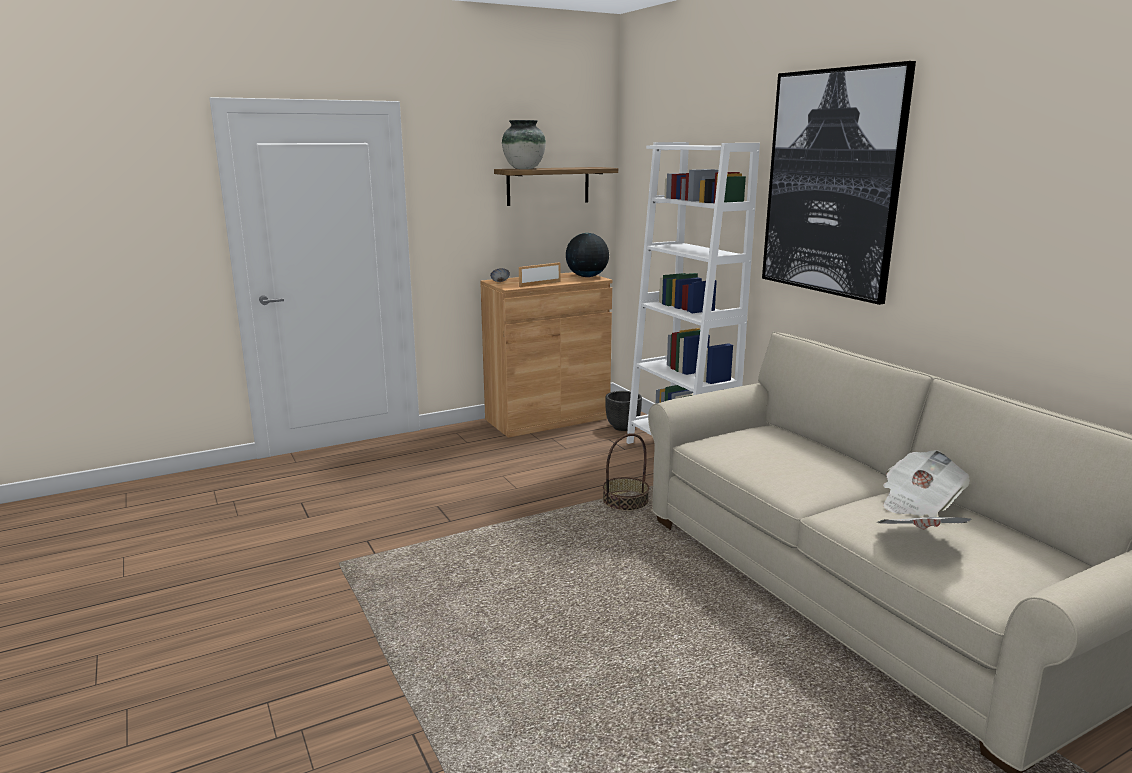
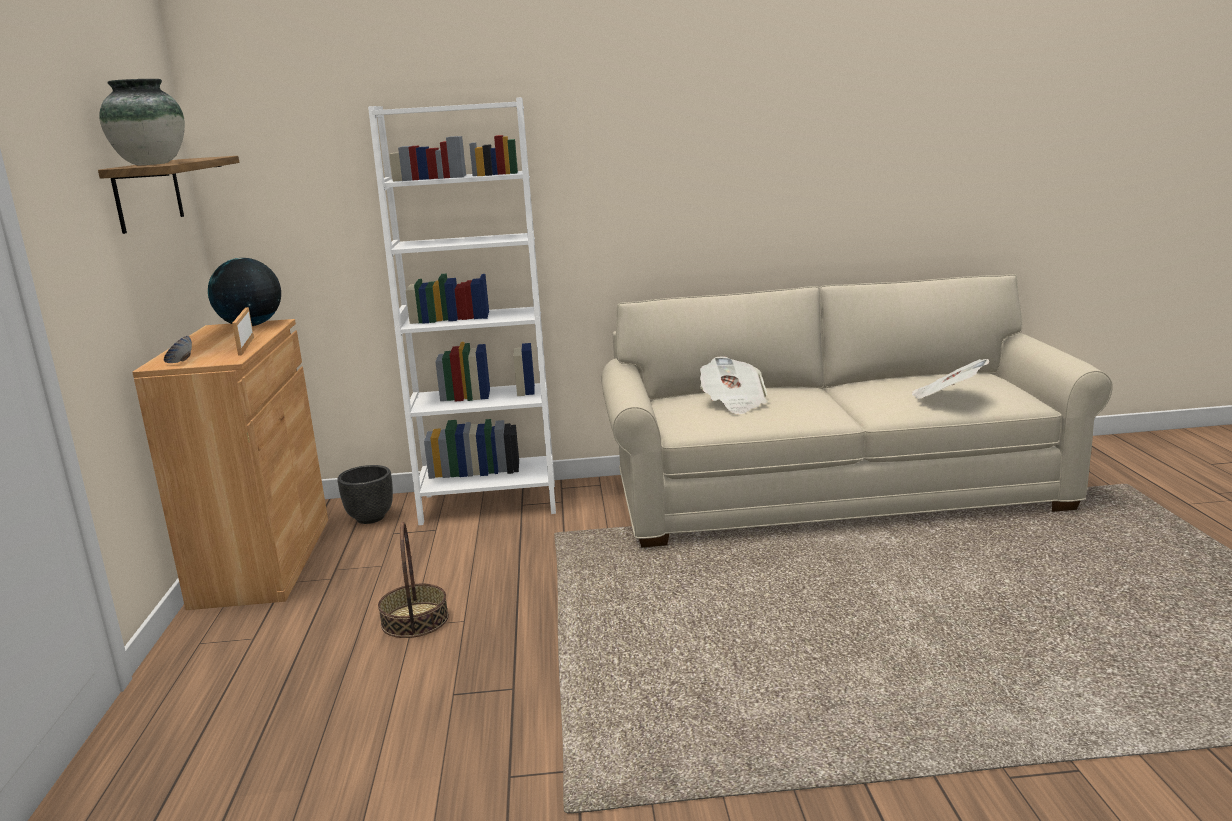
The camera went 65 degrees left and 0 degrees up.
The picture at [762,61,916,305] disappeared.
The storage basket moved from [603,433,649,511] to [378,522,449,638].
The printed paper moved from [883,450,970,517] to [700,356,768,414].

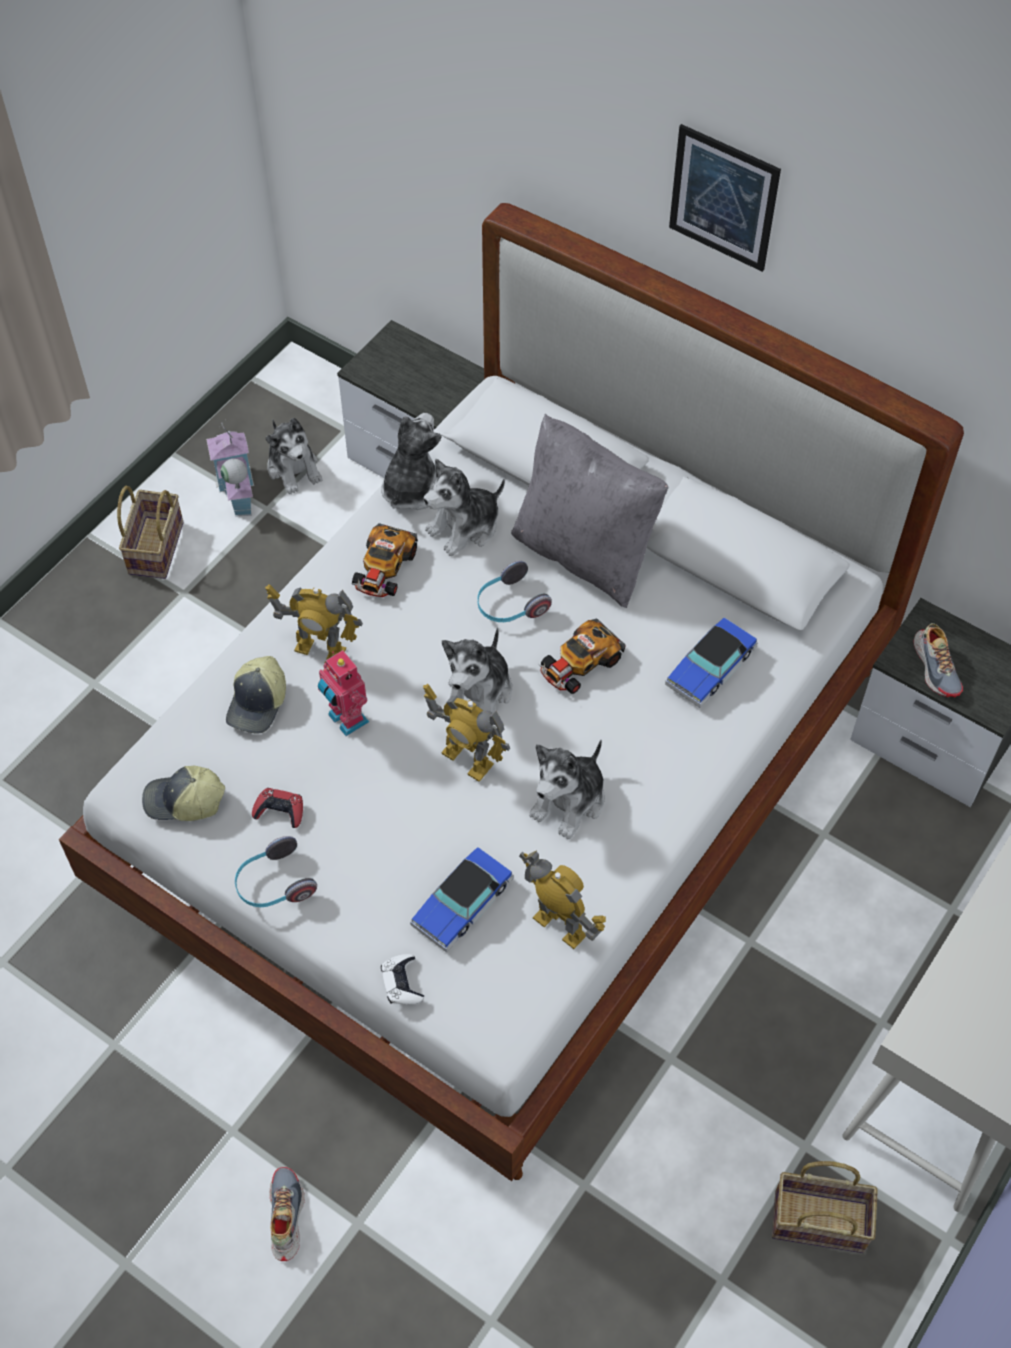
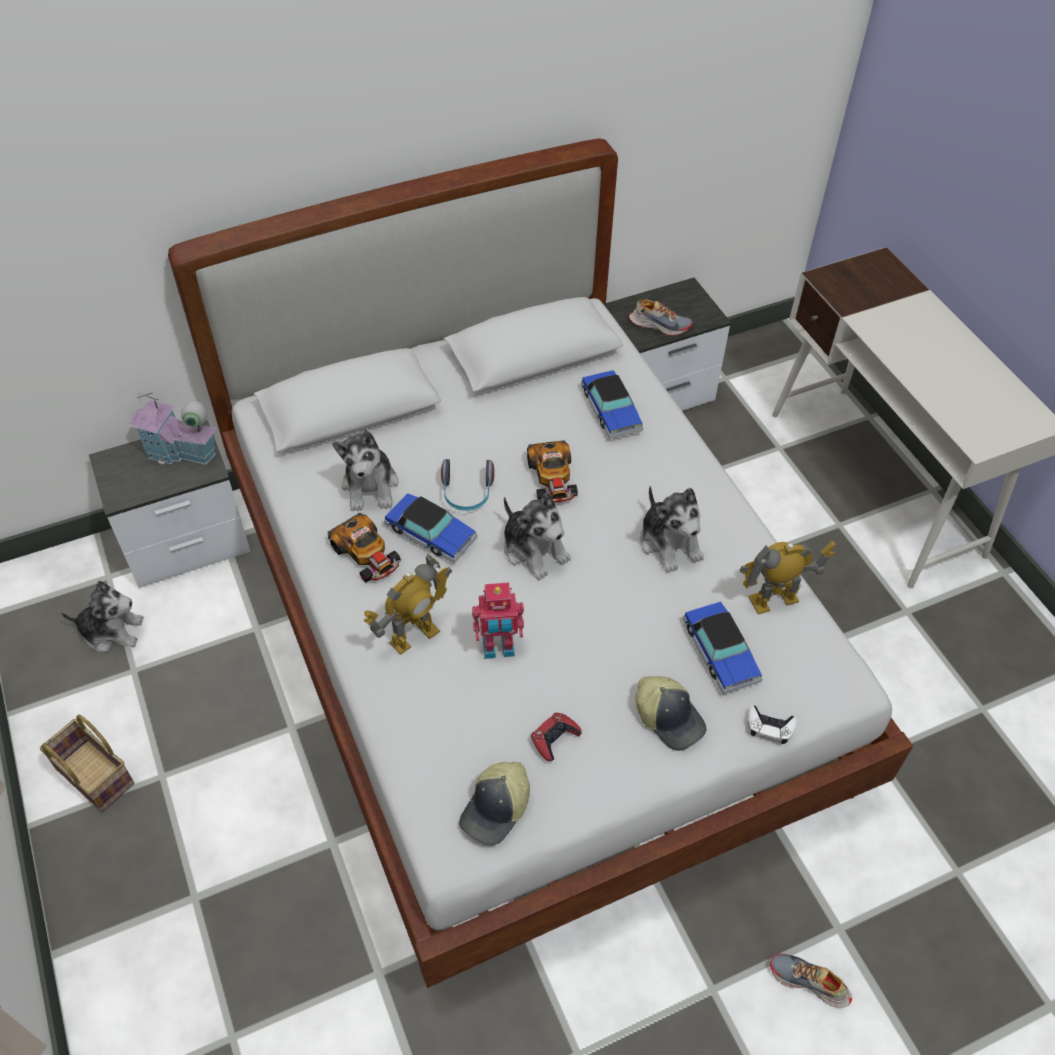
The camera went 60 degrees left and 5 degrees down.
The pair of headphones at [235,836,317,907] disappeared.
The cuddly toy at [381,413,442,510] disappeared.
The robot figure at [423,683,510,782] disappeared.
The cushion/grey at [511,414,669,608] disappeared.
The picture at [669,124,781,272] disappeared.
The storage basket at [772,1161,878,1253] disappeared.
The toy car at [384,493,477,563] appeared.
The model house moved from [206,420,254,516] to [130,392,217,465].
The peaked cap moved from [226,656,286,734] to [636,676,707,751].

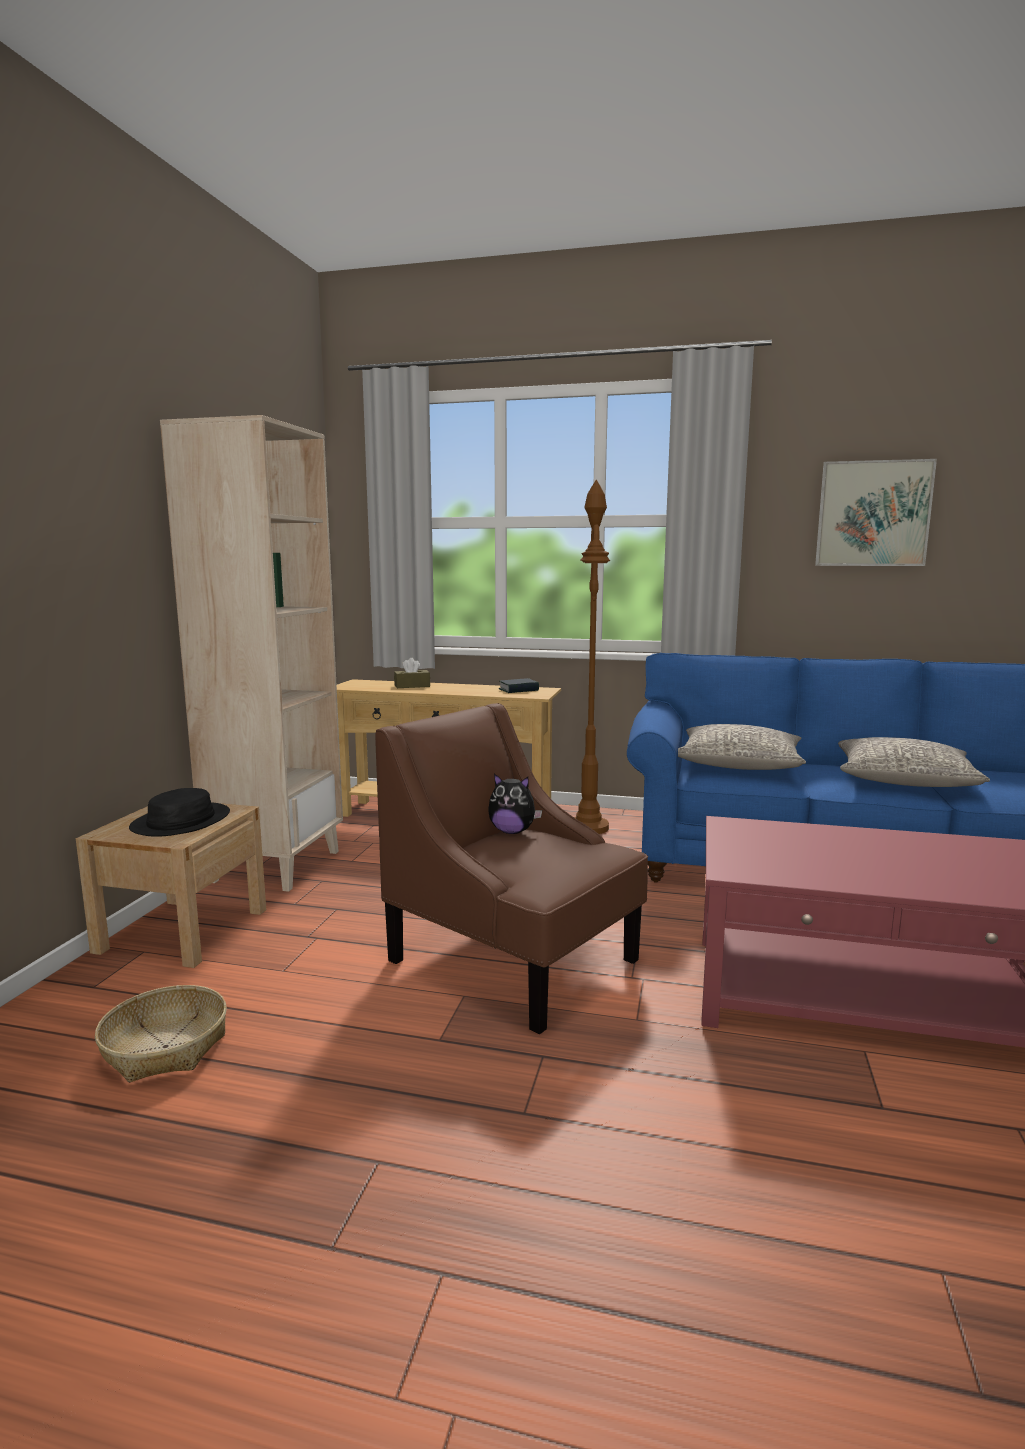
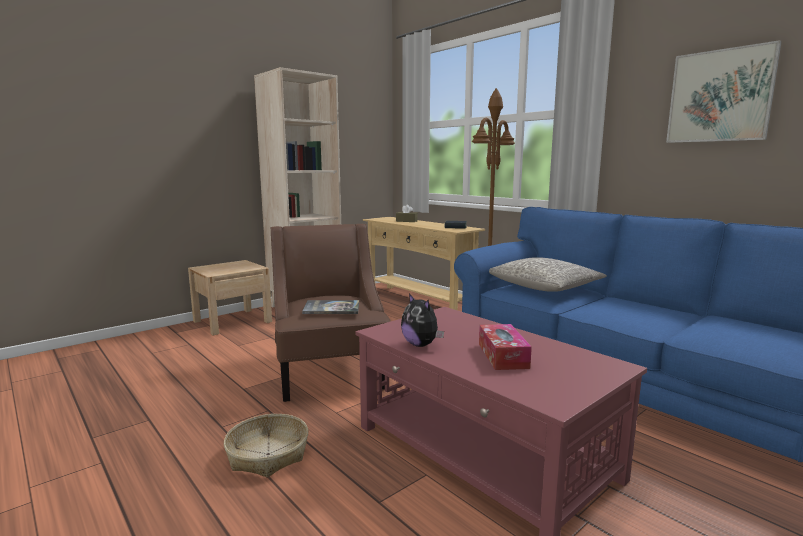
The camera went 35 degrees right and 0 degrees up.
The clothing hat/black at [129,788,230,837] disappeared.
The cushion/grey at [838,737,990,787] disappeared.
The bound book at [302,300,359,314] appeared.
The box of tissues at [479,324,532,370] appeared.
The storage basket moved from [95,985,227,1083] to [224,414,308,477].
The cuddly toy moved from [488,774,542,834] to [401,294,444,347].

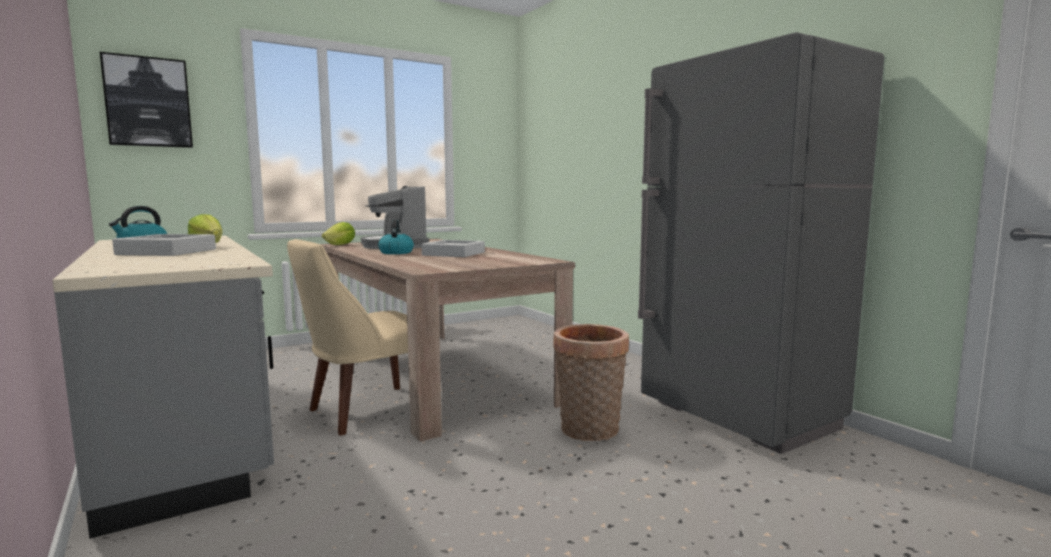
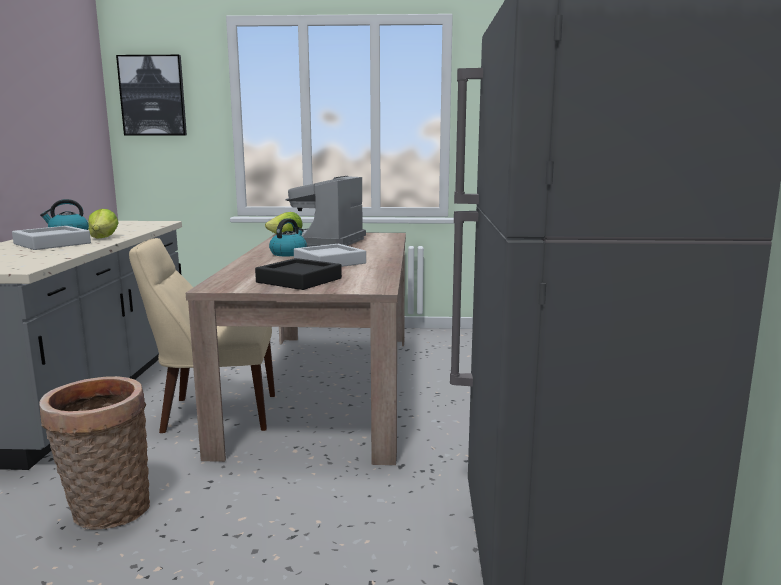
The camera went 35 degrees right and 5 degrees up.
The carrying tray/black at [255,258,342,290] appeared.
The storage basket moved from [553,324,629,441] to [39,376,150,530].

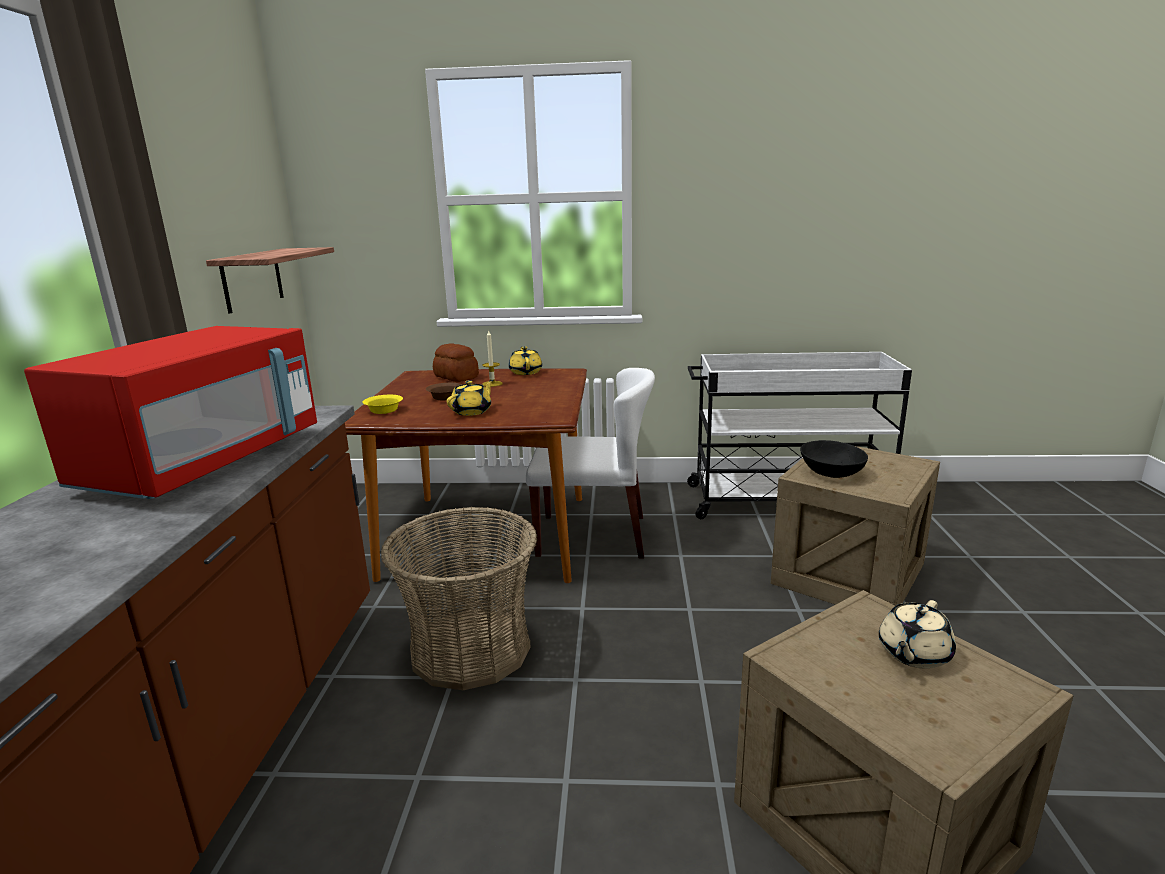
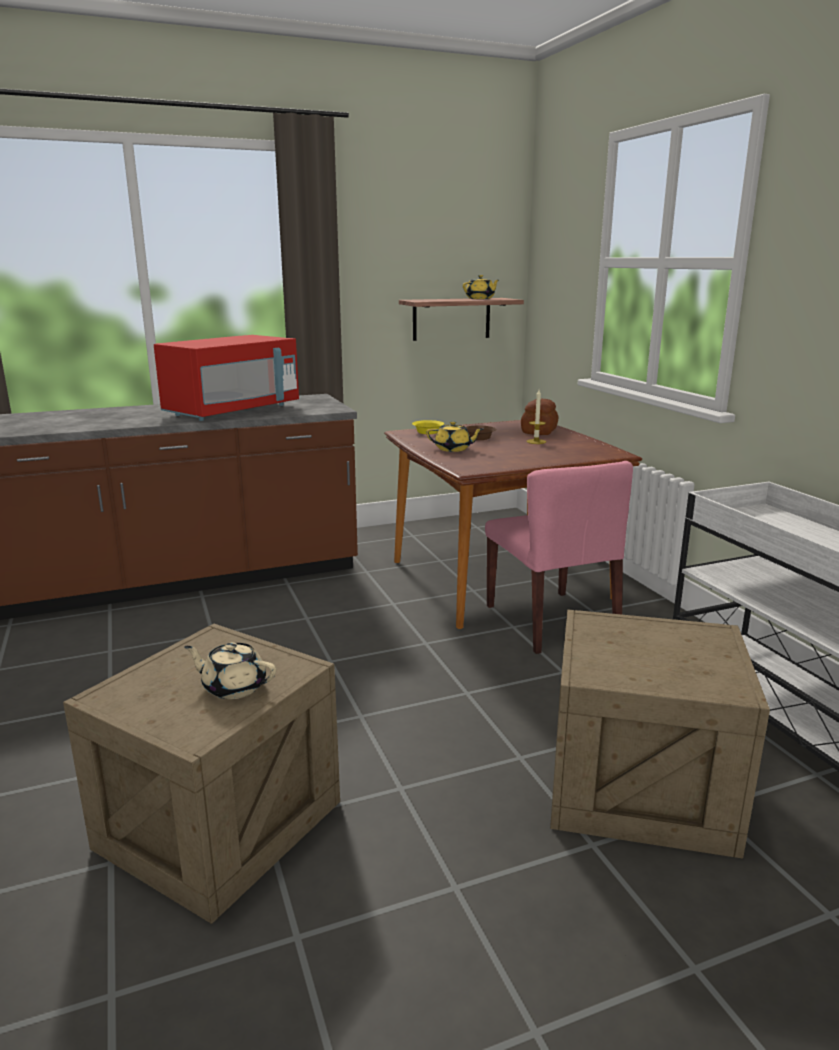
The camera went 65 degrees right and 0 degrees up.
The storage basket at [381,507,537,690] disappeared.
The serving bowl/black at [800,440,868,478] disappeared.
The tea pot/yellow moved from [509,346,542,375] to [463,275,499,299].
The plain chair/whitish at [526,368,655,558] became the plain chair/pinkish at [485,461,633,654].
The microwave oven/reddish at [24,326,317,499] turned 45 degrees counterclockwise.

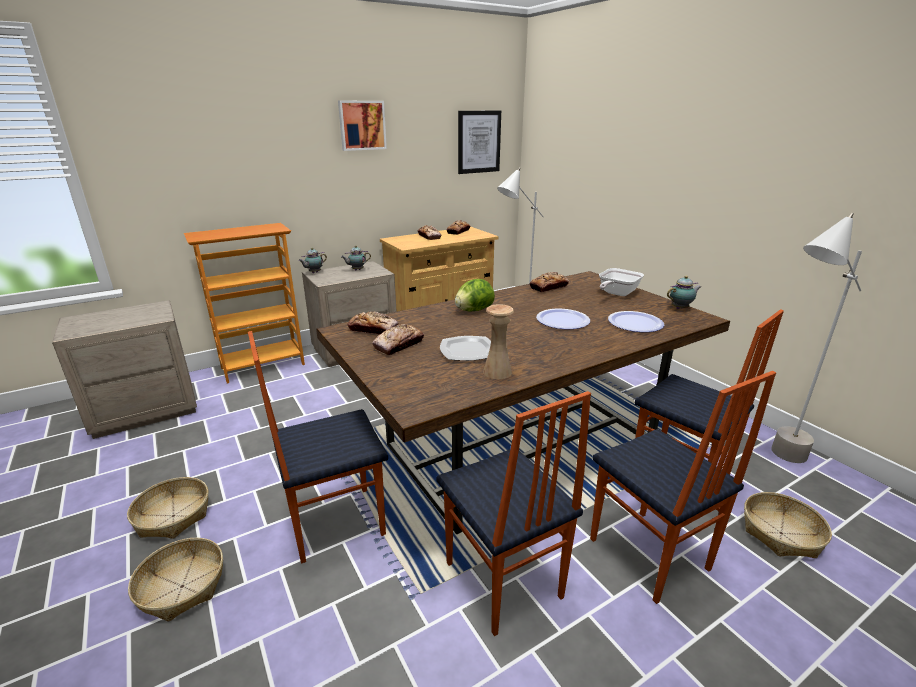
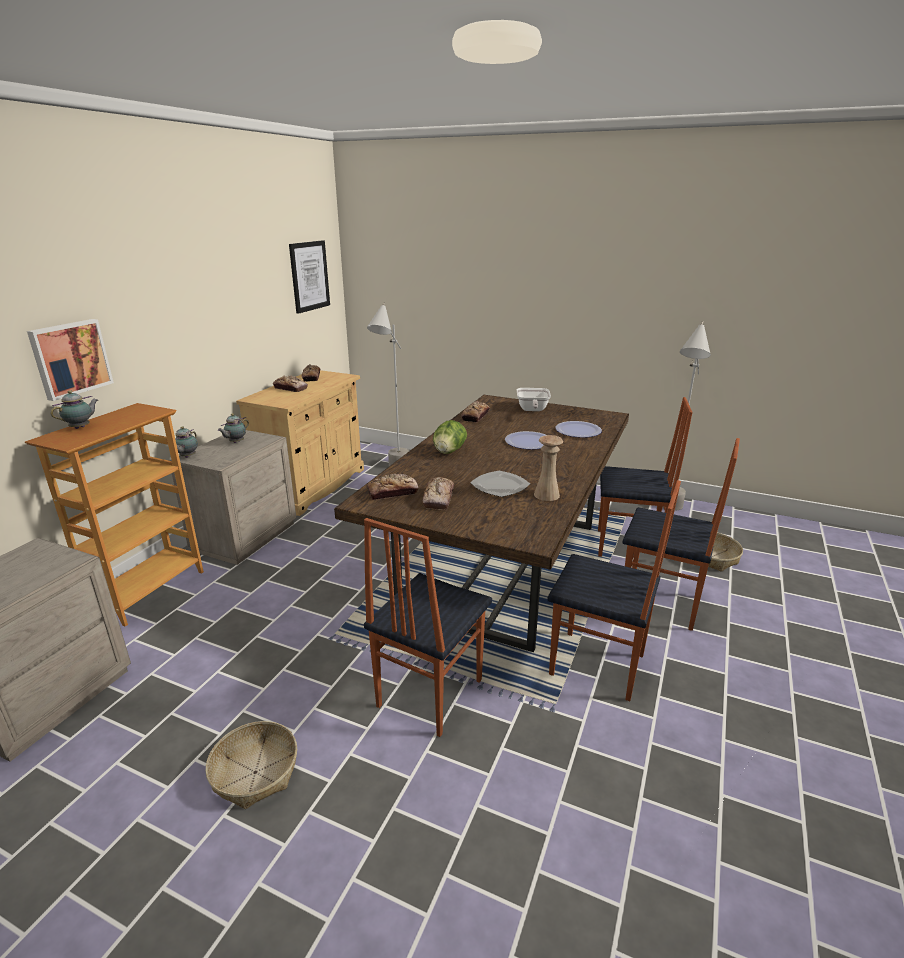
The camera went 35 degrees left and 0 degrees up.
The storage basket at [128,538,223,622] disappeared.
The picture moved from [338,101,387,151] to [27,319,114,401].
The tea pot moved from [667,275,701,309] to [51,391,98,429].

